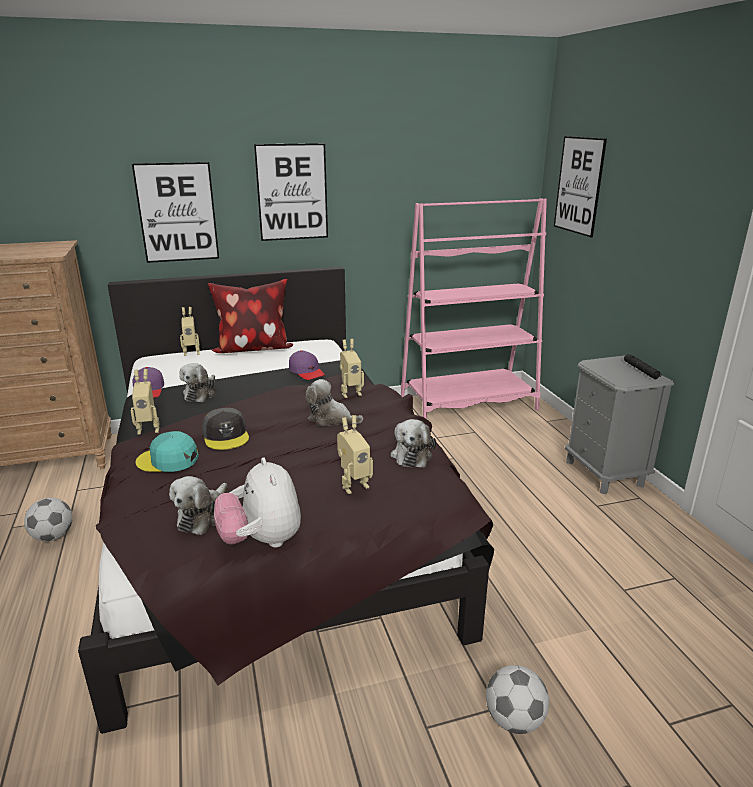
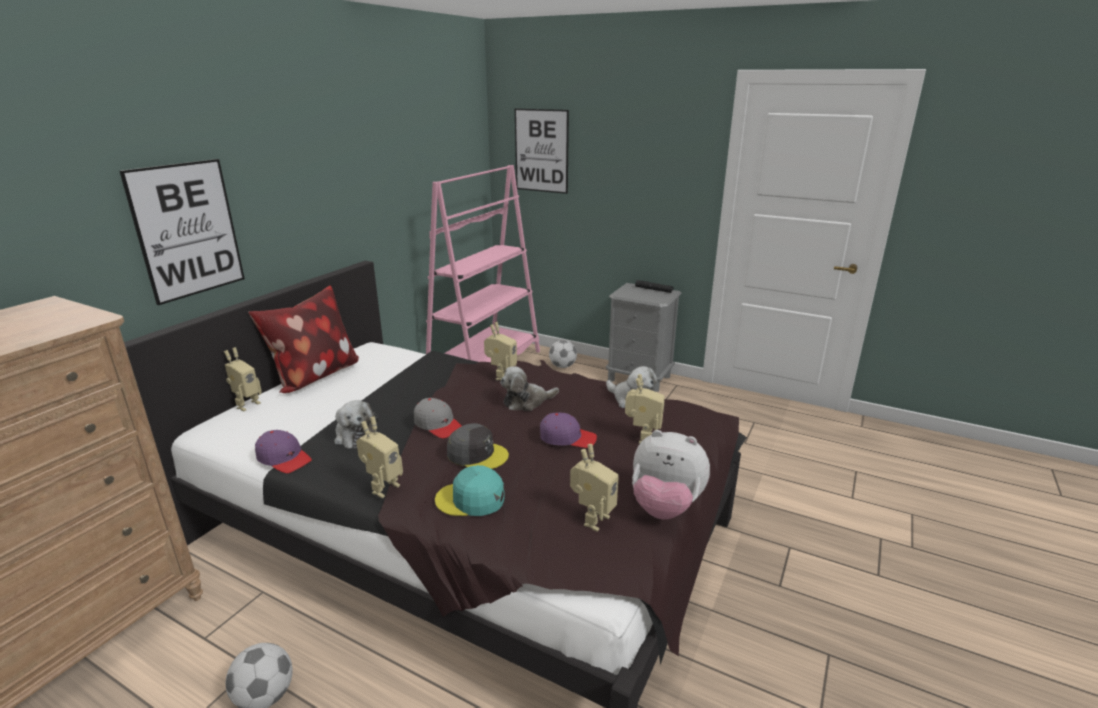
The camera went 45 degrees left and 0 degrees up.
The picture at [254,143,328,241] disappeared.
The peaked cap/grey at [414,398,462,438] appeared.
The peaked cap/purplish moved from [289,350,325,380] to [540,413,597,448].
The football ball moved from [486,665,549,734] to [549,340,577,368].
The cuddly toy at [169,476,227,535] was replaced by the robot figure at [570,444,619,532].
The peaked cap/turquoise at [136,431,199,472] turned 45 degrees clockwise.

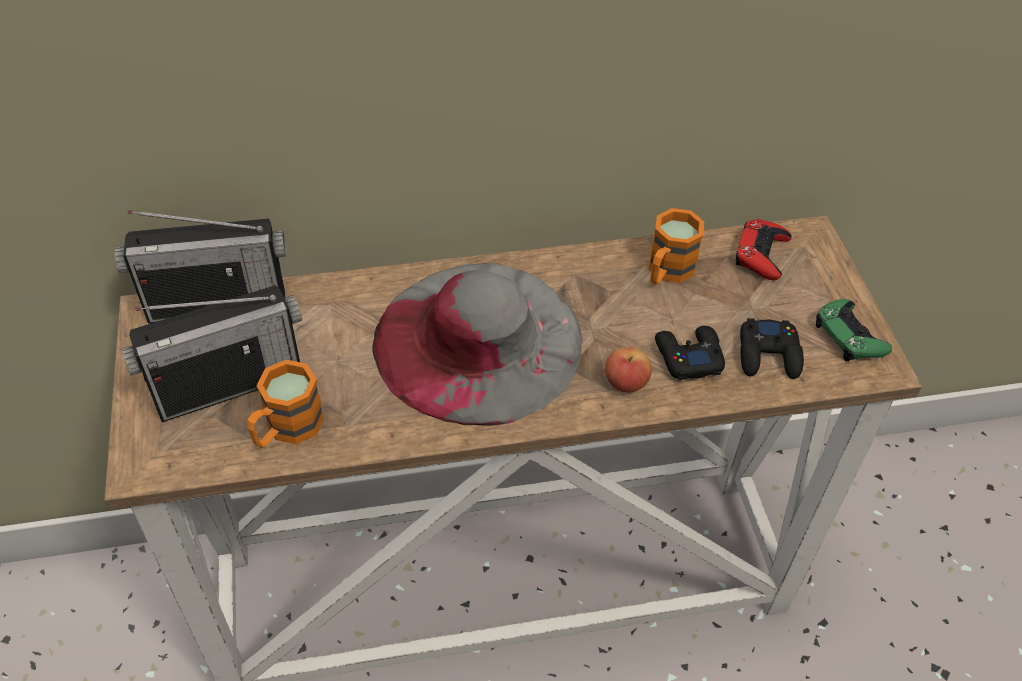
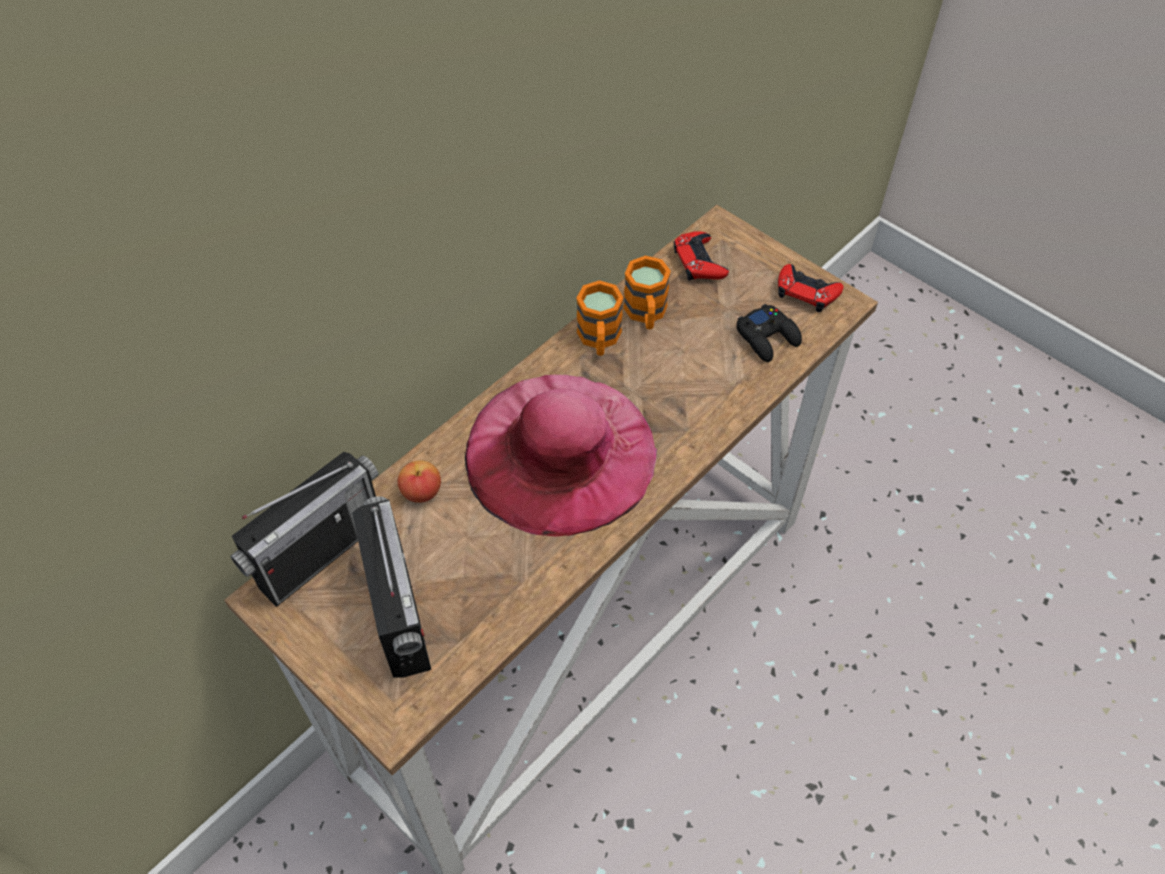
The camera went 35 degrees left and 5 degrees up.
The game controller/black at [655,326,725,380] disappeared.
The coffee mug/orange moved from [247,360,324,448] to [577,280,623,356].
The whole apple moved from [605,347,652,393] to [398,460,441,503].
The clothing hat/grey at [372,263,582,426] became the clothing hat/pinkish at [465,375,657,537].
The game controller/green-coloured at [816,299,892,361] became the game controller/reddish at [778,264,844,312].
The radio at [121,285,302,422] turned 45 degrees counterclockwise.

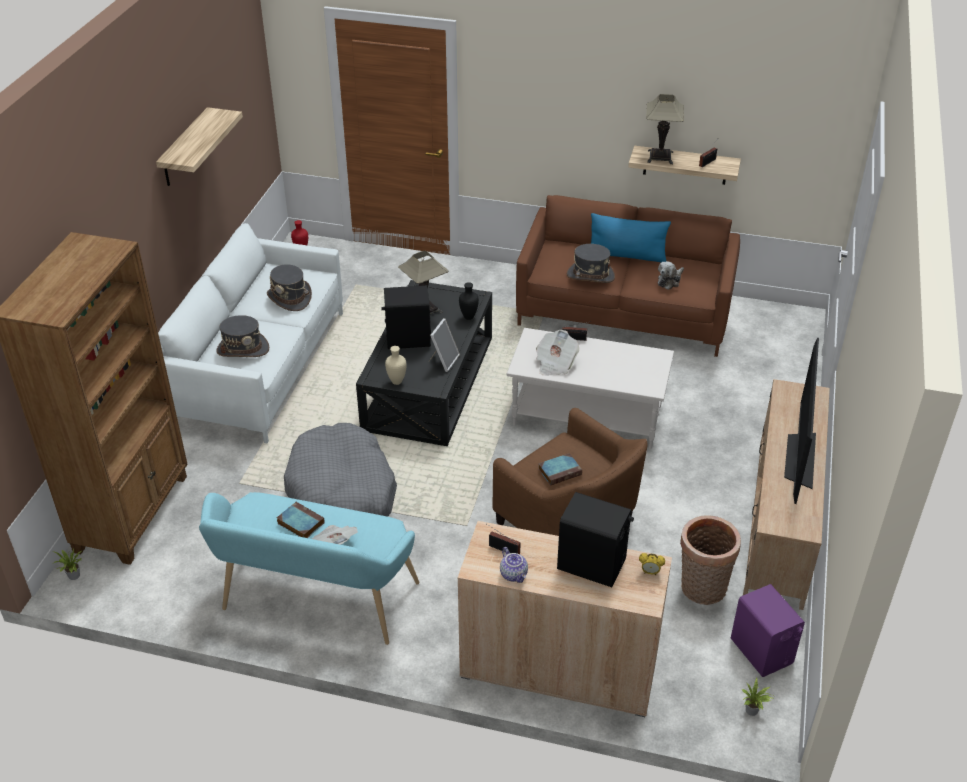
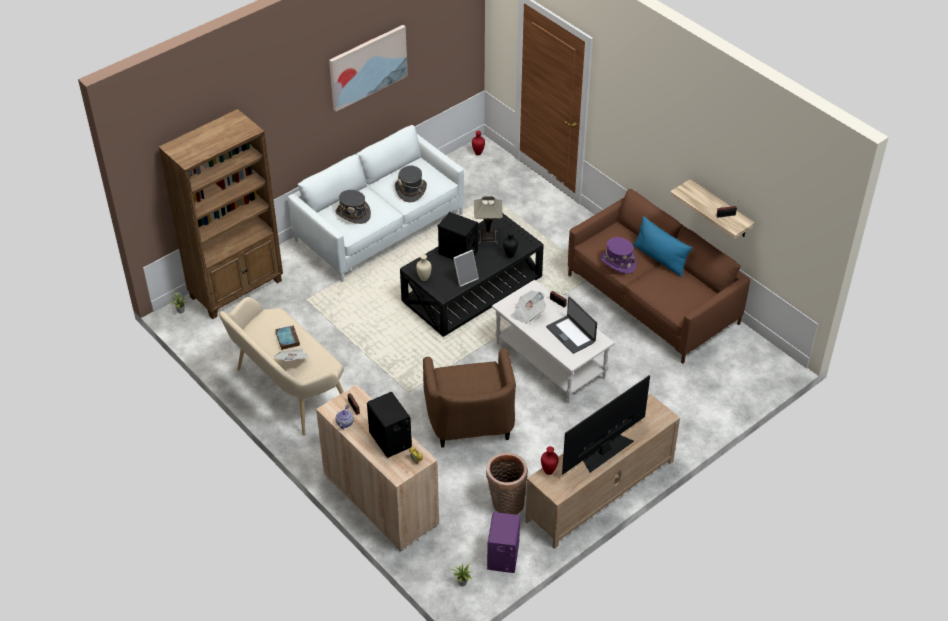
The camera went 35 degrees right and 5 degrees up.
The dog cushion/grey at [284,423,397,517] disappeared.
The bound book at [538,453,582,486] disappeared.
The lamp for a table at [646,94,684,164] disappeared.
The cuddly toy at [658,261,684,290] disappeared.
The vase/reddish at [541,446,558,475] appeared.
The laptop at [546,296,597,354] appeared.
The bracket shelf at [156,107,243,186] was replaced by the picture at [329,25,408,112].
The long seat/turquoise at [199,492,419,645] became the long seat/sand-coloured at [219,297,344,436].
The clothing hat/grey at [567,244,615,283] became the clothing hat/purplish at [600,237,637,274].

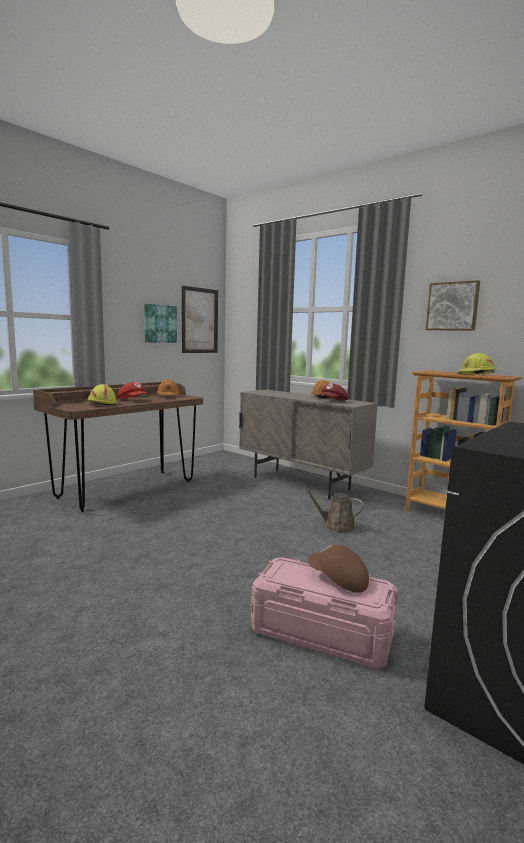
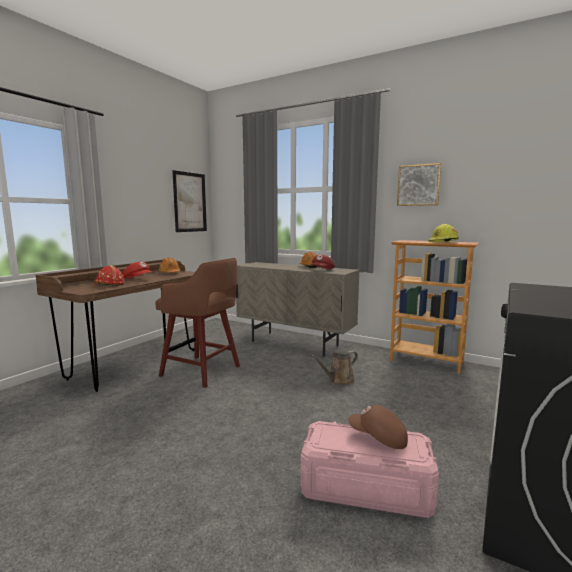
The camera went 10 degrees left and 0 degrees up.
The picture at [144,304,177,343] disappeared.
The stool/brownish at [155,258,240,388] appeared.
The safety helmet/yellow at [86,384,116,405] became the safety helmet/reddish at [94,266,124,286].
The sprinkling can/brownish at [302,484,364,532] turned 45 degrees counterclockwise.

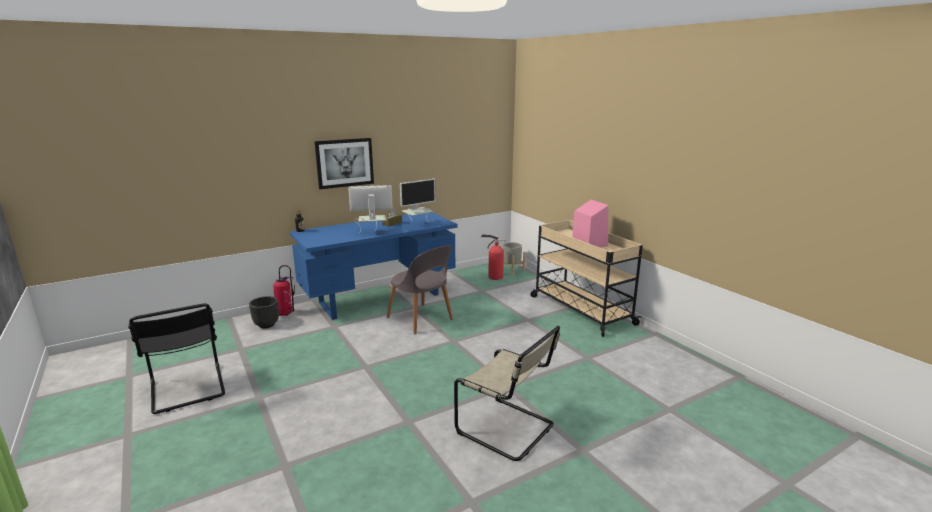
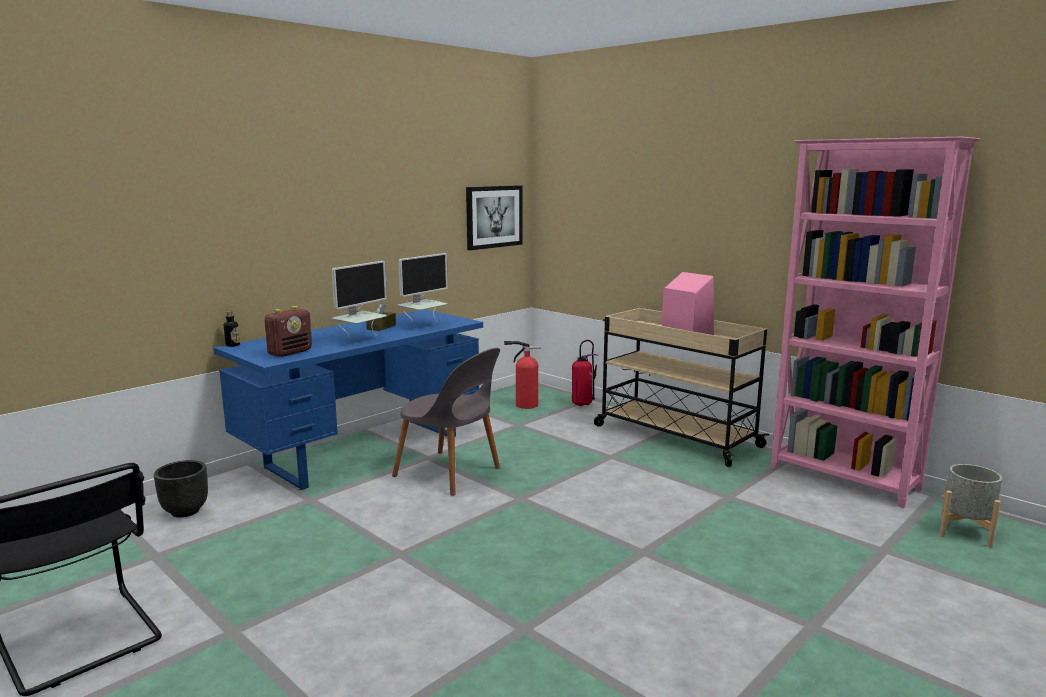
The camera went 15 degrees left and 5 degrees down.
The plain chair/sand-coloured at [454,326,560,461] disappeared.
The radio at [264,306,312,357] appeared.
The shelving unit/pinkish at [771,137,980,508] appeared.
The extinguisher moved from [273,265,295,316] to [572,340,598,406].
The picture moved from [314,138,374,189] to [466,185,523,250].
The plant pot/grey moved from [503,242,525,275] to [939,464,1003,548].
The monitor at [348,185,393,234] turned 150 degrees clockwise.

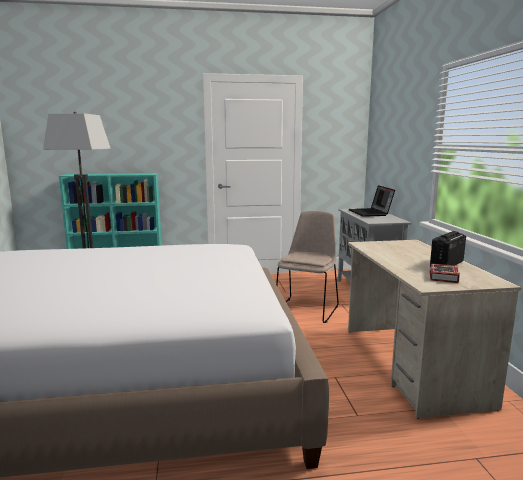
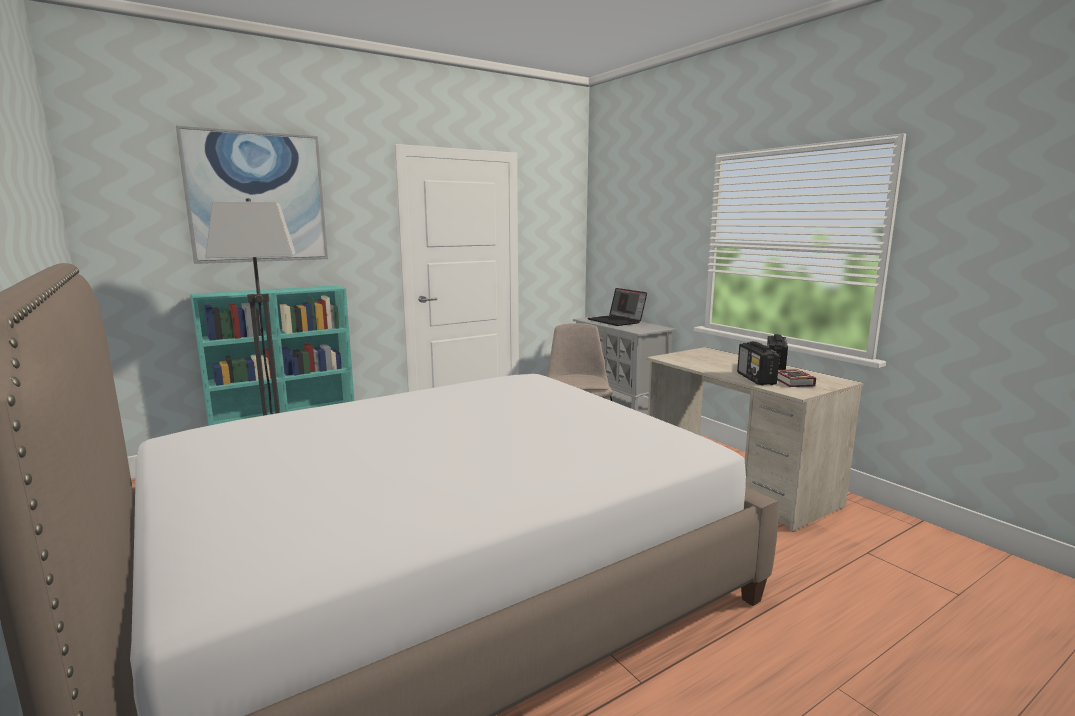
The camera went 25 degrees left and 0 degrees up.
The picture at [176,126,328,264] appeared.
The radio at [737,341,780,385] appeared.

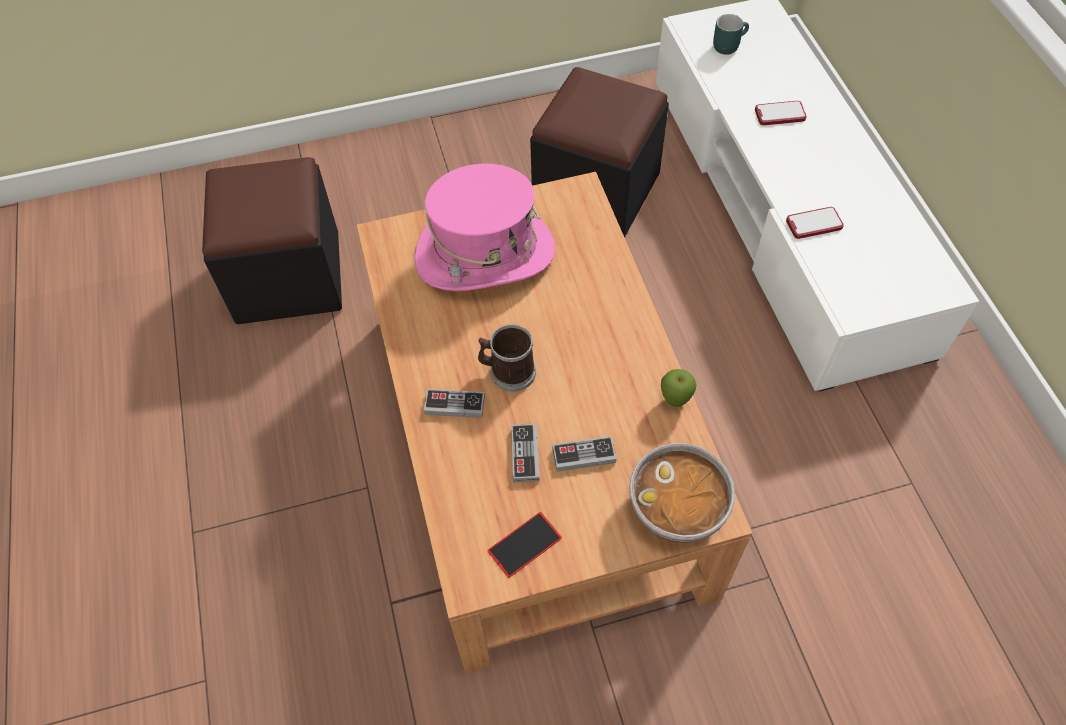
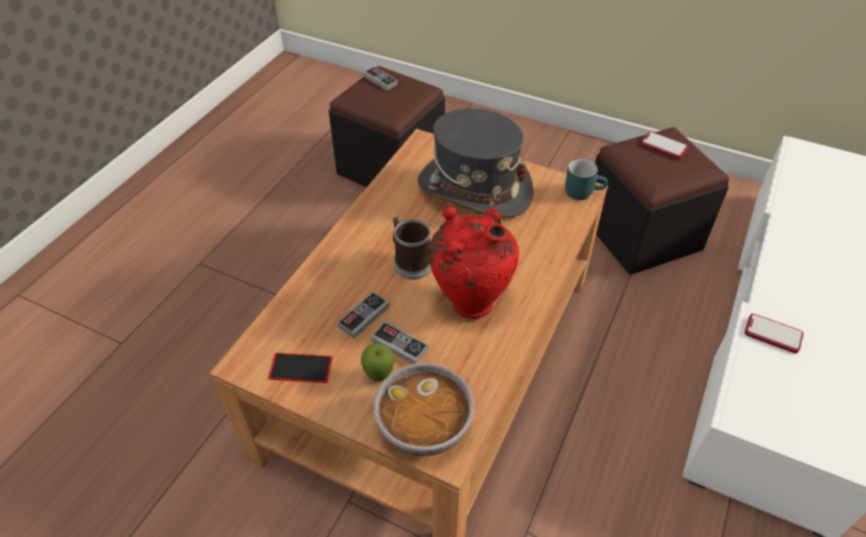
The camera went 40 degrees right and 10 degrees down.
The vase/reddish at [429,205,519,319] appeared.
The game controller moved from [424,389,485,418] to [363,66,398,91].
The whole apple moved from [661,369,697,407] to [361,343,394,381].
The coffee mug/turquoise moved from [713,14,749,55] to [565,159,608,200].
The handset moved from [755,101,807,125] to [641,132,688,159].
The clothing hat/pinkish at [415,164,555,291] became the clothing hat/grey at [418,108,534,218].

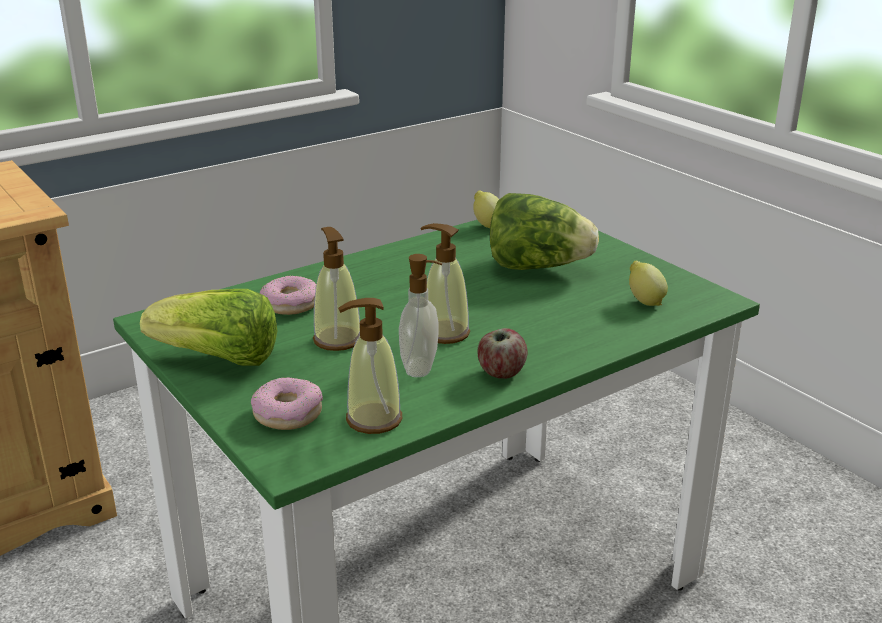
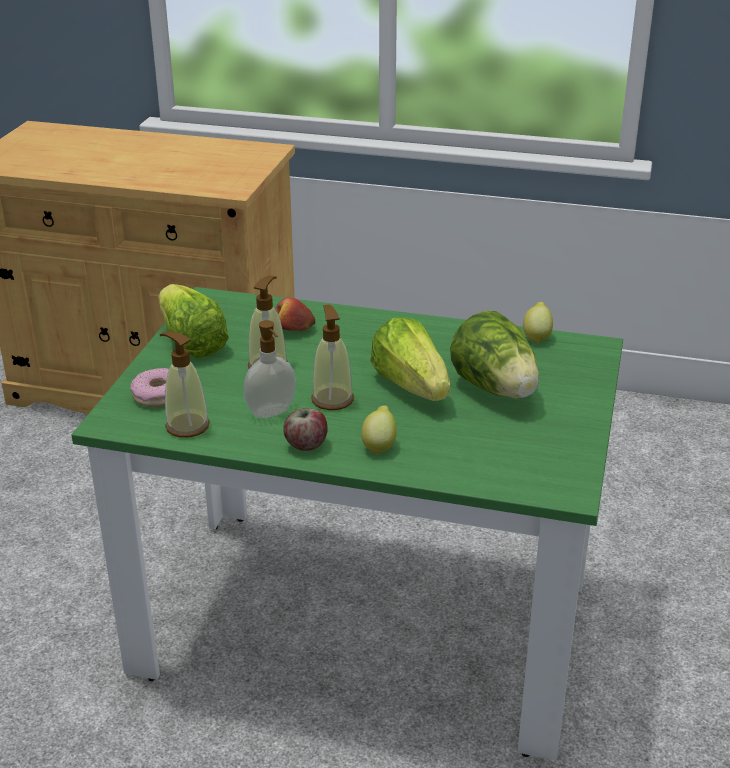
The camera went 50 degrees right and 5 degrees up.
The lettuce at [370,318,450,401] appeared.
The lemon moved from [629,261,668,306] to [361,405,397,455].
The donut at [260,276,316,315] was replaced by the whole apple at [275,298,315,331].

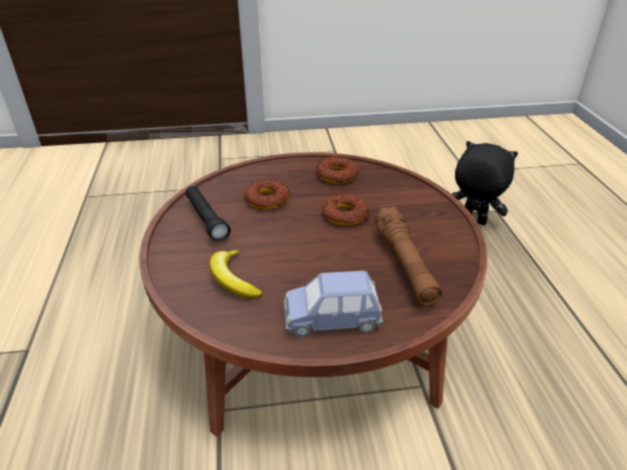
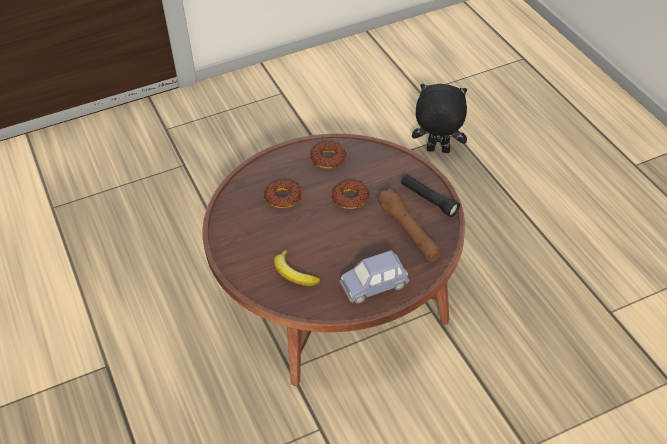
The camera went 15 degrees left and 10 degrees up.
The flashlight/black moved from [186,186,231,242] to [401,175,460,217].

